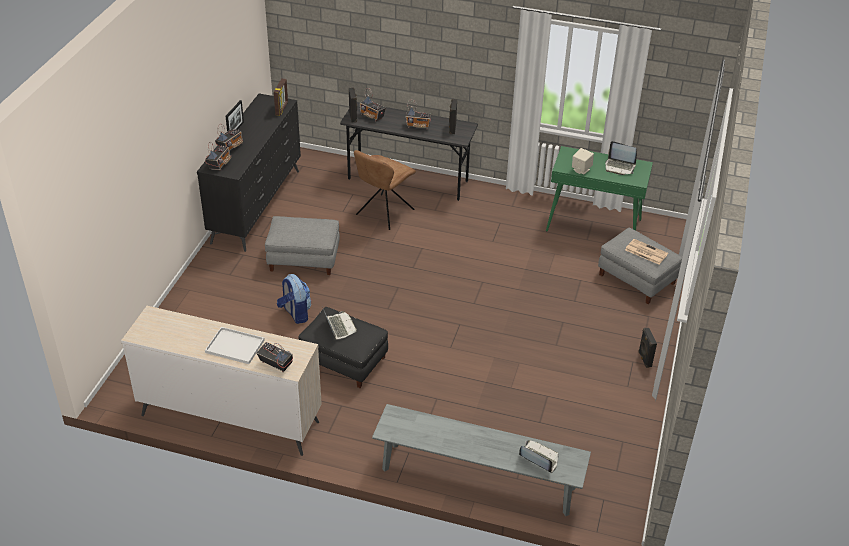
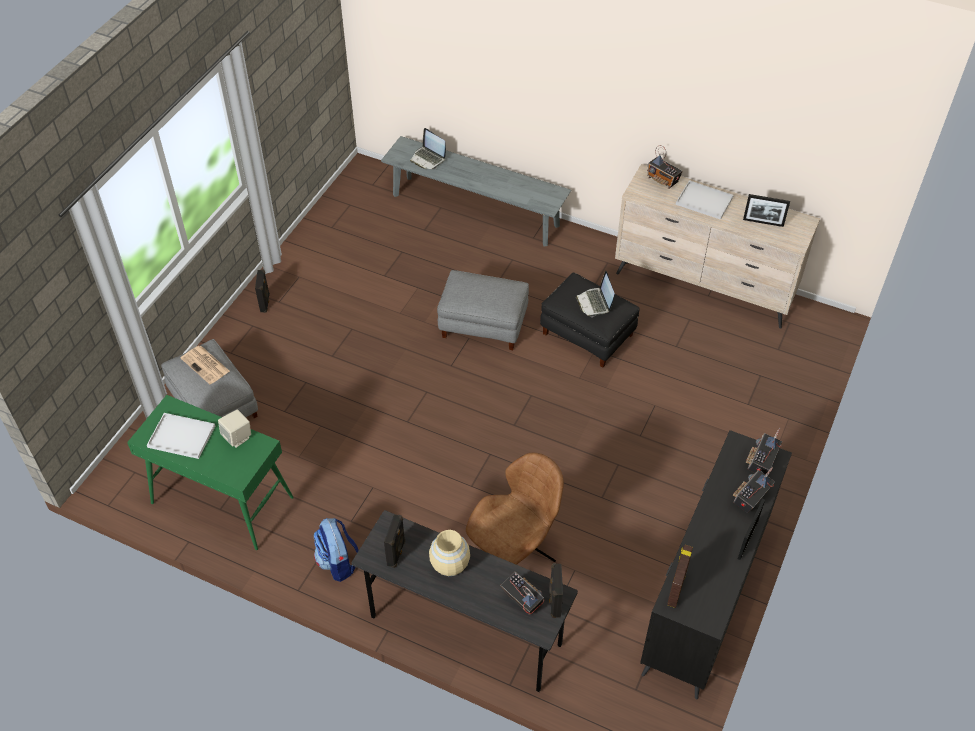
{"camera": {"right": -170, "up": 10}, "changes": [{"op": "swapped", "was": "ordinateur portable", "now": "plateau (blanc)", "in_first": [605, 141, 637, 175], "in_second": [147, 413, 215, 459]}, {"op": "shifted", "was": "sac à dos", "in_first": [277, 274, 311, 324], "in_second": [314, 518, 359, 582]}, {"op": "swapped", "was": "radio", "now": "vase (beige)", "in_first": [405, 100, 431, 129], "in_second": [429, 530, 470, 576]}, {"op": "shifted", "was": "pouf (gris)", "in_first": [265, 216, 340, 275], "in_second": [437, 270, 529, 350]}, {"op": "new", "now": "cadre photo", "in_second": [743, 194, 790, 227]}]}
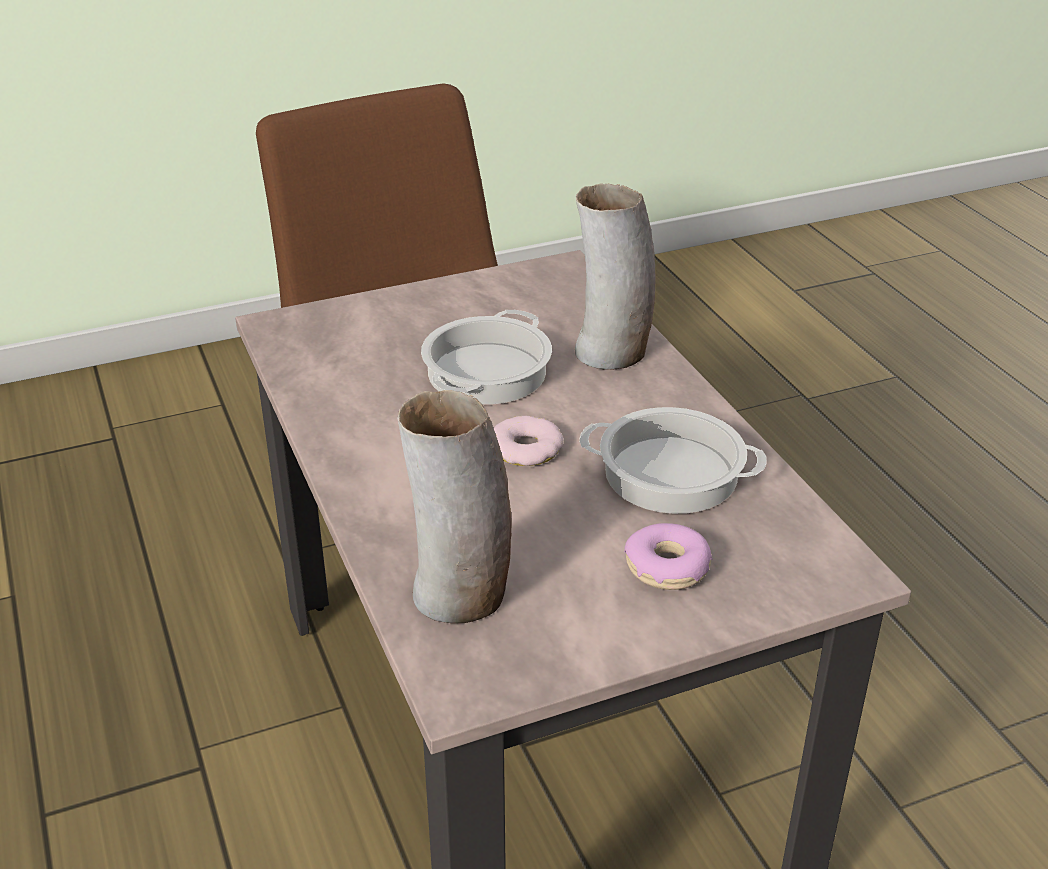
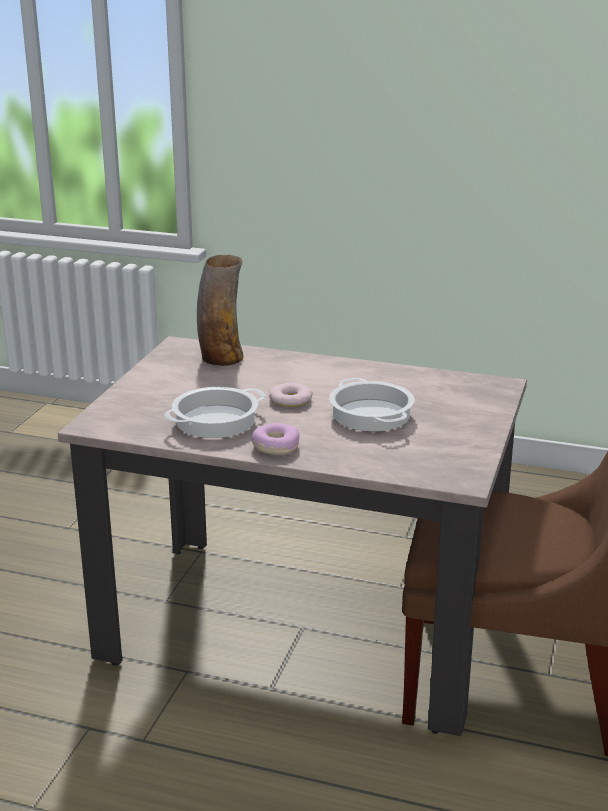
{"camera": {"right": 130, "up": -10}, "changes": [{"op": "shifted", "was": "beignet", "in_first": [624, 523, 712, 590], "in_second": [252, 423, 300, 455]}, {"op": "gone", "was": "vase", "in_first": [575, 183, 656, 370]}]}
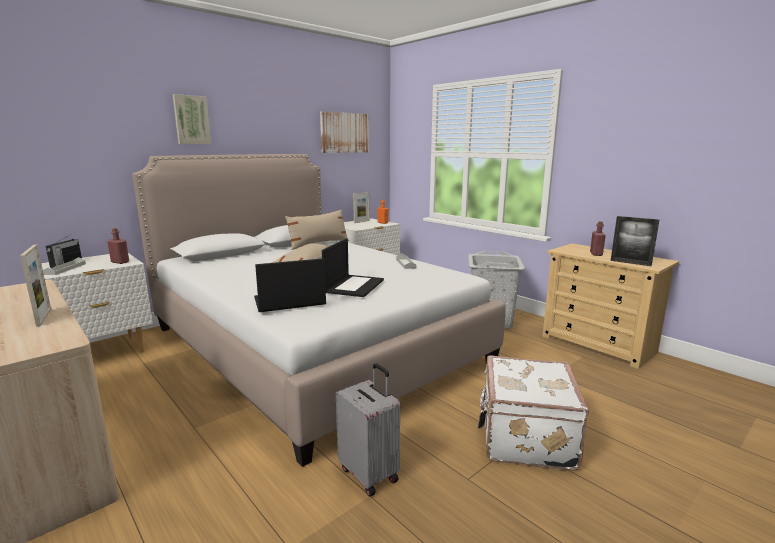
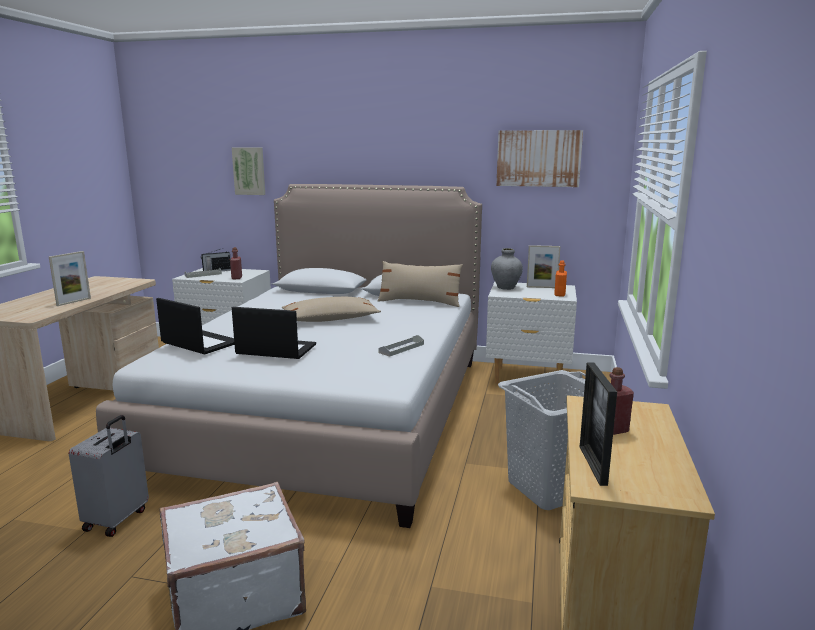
{"camera": {"right": 55, "up": 0}, "changes": [{"op": "shifted", "was": "tableau", "in_first": [173, 94, 211, 144], "in_second": [232, 148, 265, 195]}, {"op": "rotated", "was": "ordinateur portable", "in_first": [322, 238, 384, 297], "in_second": [232, 307, 316, 359], "clockwise": -150}, {"op": "new", "now": "vase (gris)", "in_second": [491, 248, 523, 290]}]}
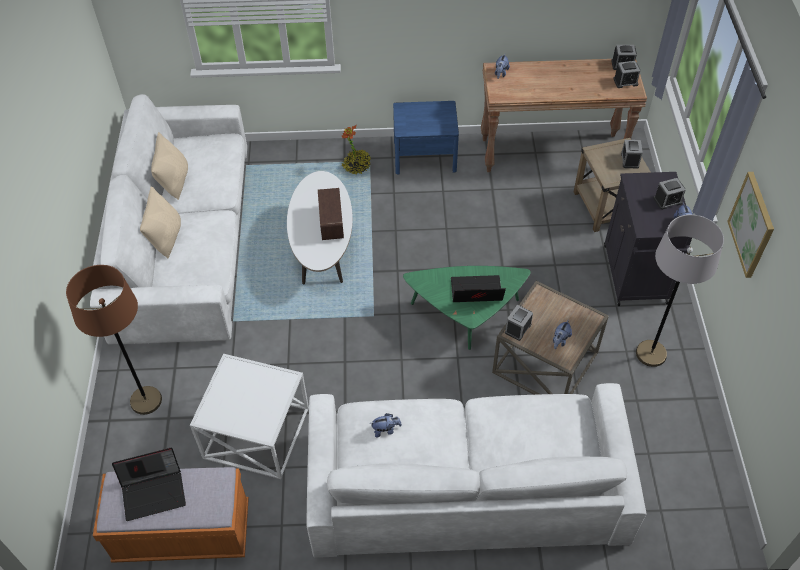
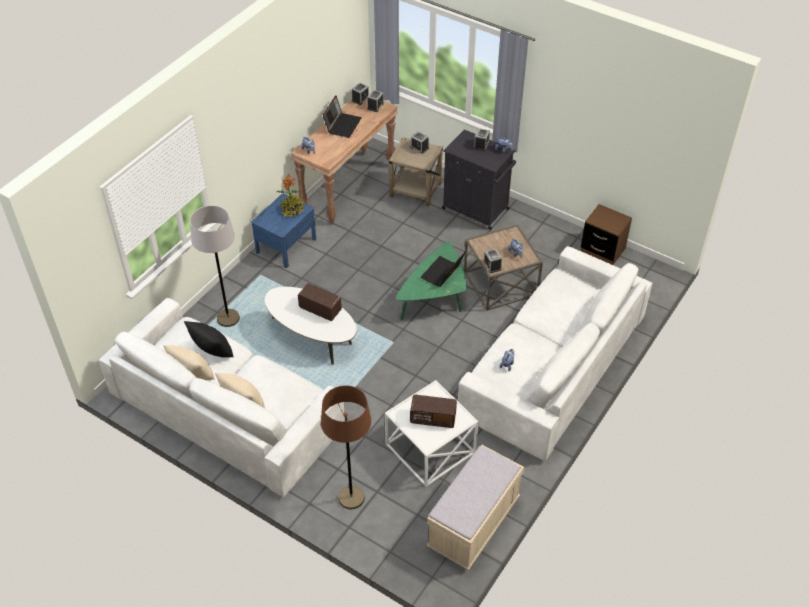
{"camera": {"right": -55, "up": -5}, "changes": [{"op": "new", "now": "coussin (noir)", "in_second": [184, 321, 234, 358]}, {"op": "shifted", "was": "lampadaire (gris)", "in_first": [636, 215, 724, 367], "in_second": [190, 205, 240, 327]}, {"op": "shifted", "was": "plante en pot", "in_first": [341, 125, 371, 174], "in_second": [277, 174, 304, 217]}, {"op": "shifted", "was": "ordinateur portable", "in_first": [112, 448, 186, 521], "in_second": [323, 96, 362, 138]}, {"op": "new", "now": "radio", "in_second": [410, 395, 457, 428]}, {"op": "repainted", "was": "banc (orange)", "now": "banc (beige)", "in_first": [93, 467, 249, 563], "in_second": [427, 445, 524, 570]}, {"op": "new", "now": "table de chevet (marron)", "in_second": [581, 204, 632, 265]}, {"op": "gone", "was": "tableau", "in_first": [727, 172, 774, 278]}]}
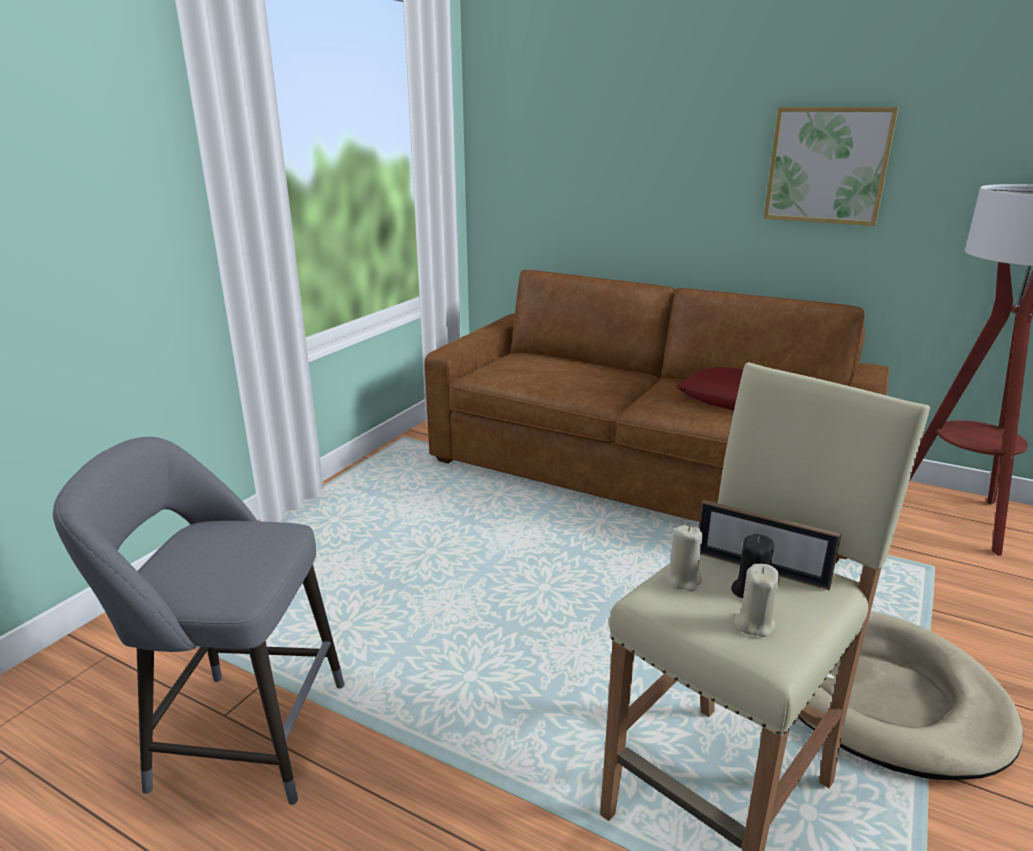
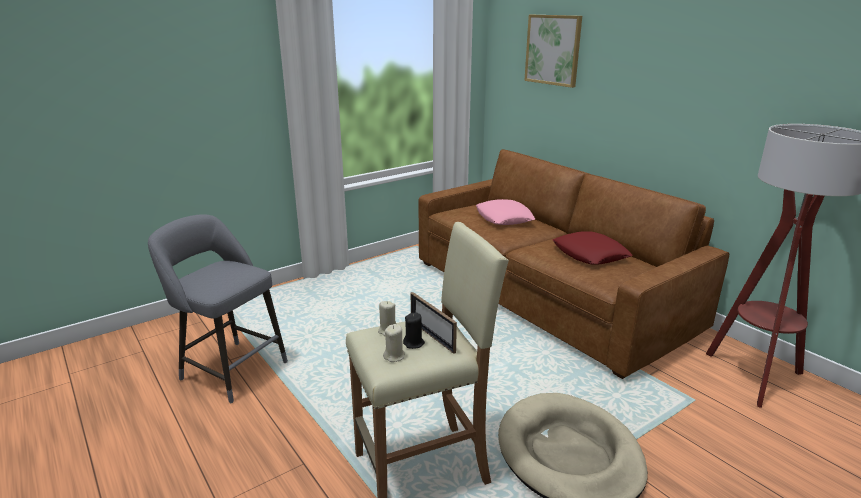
{"camera": {"right": 25, "up": 0}, "changes": [{"op": "new", "now": "coussin (rose)", "in_second": [476, 199, 535, 225]}, {"op": "shifted", "was": "tableau", "in_first": [763, 107, 899, 226], "in_second": [524, 15, 582, 88]}]}
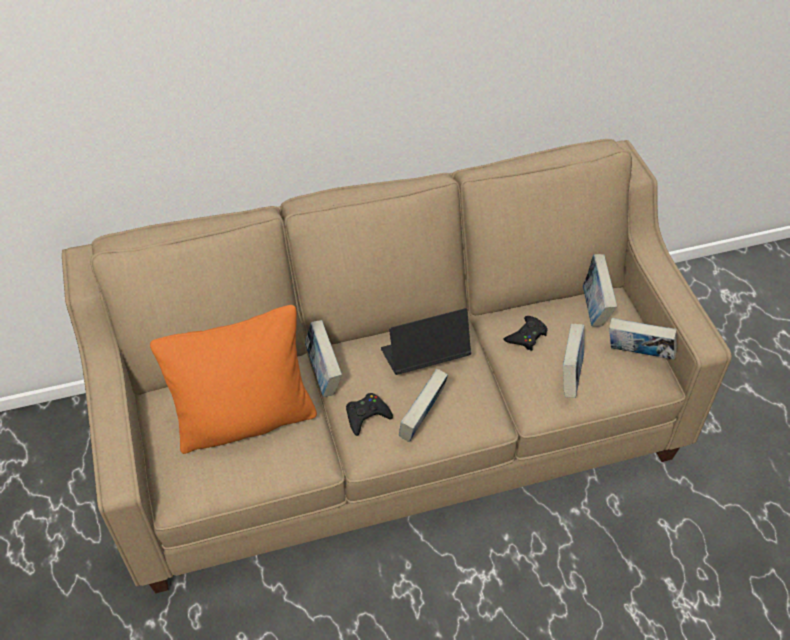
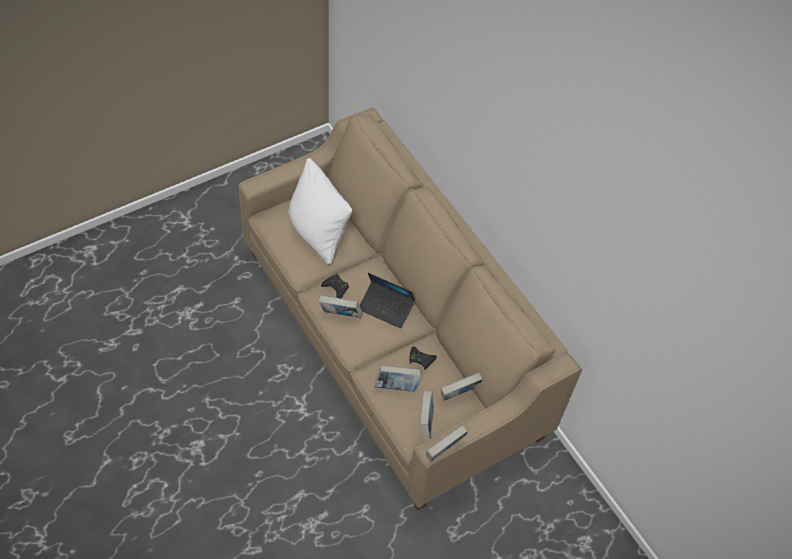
{"camera": {"right": 70, "up": 5}, "changes": [{"op": "repainted", "was": "coussin (orange)", "now": "coussin (blanc)", "in_first": [150, 305, 317, 454], "in_second": [288, 158, 352, 264]}, {"op": "rotated", "was": "ordinateur portable", "in_first": [381, 308, 471, 375], "in_second": [360, 273, 415, 329], "clockwise": 150}, {"op": "shifted", "was": "livre", "in_first": [305, 320, 342, 397], "in_second": [426, 425, 468, 461]}]}
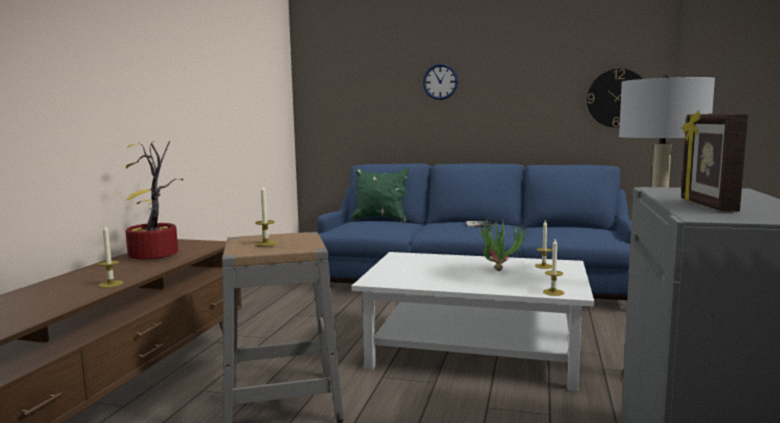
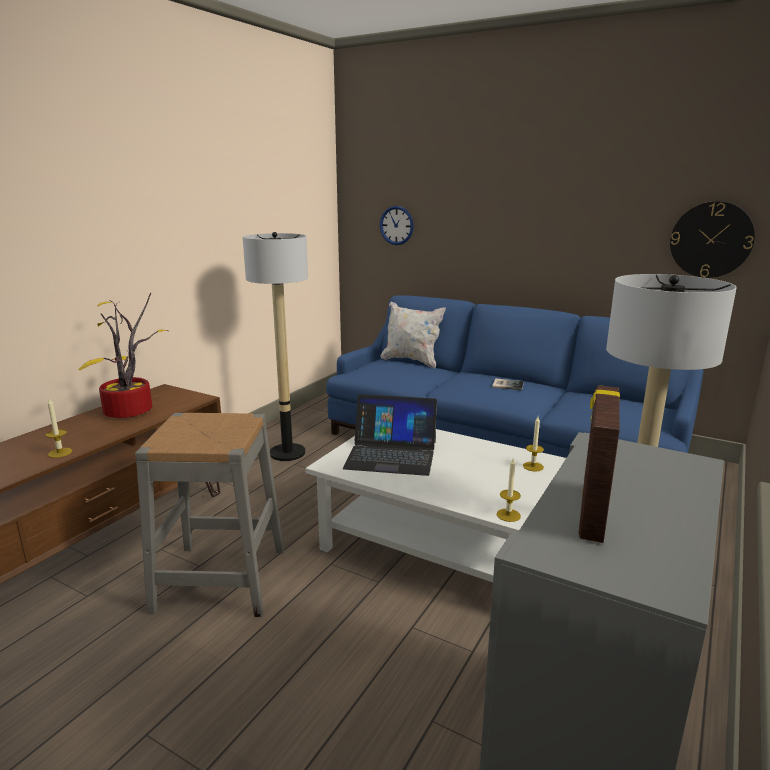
{"camera": {"right": 15, "up": 10}, "changes": [{"op": "new", "now": "lampadaire", "in_second": [243, 232, 308, 461]}, {"op": "new", "now": "ordinateur portable", "in_second": [343, 394, 437, 476]}, {"op": "shifted", "was": "horloge murale", "in_first": [423, 64, 458, 100], "in_second": [380, 206, 414, 245]}, {"op": "repainted", "was": "coussin (vert)", "now": "coussin (blanc)", "in_first": [351, 168, 409, 222], "in_second": [381, 302, 446, 368]}, {"op": "gone", "was": "bougie", "in_first": [255, 185, 277, 246]}, {"op": "gone", "was": "plante en pot", "in_first": [479, 220, 526, 271]}]}
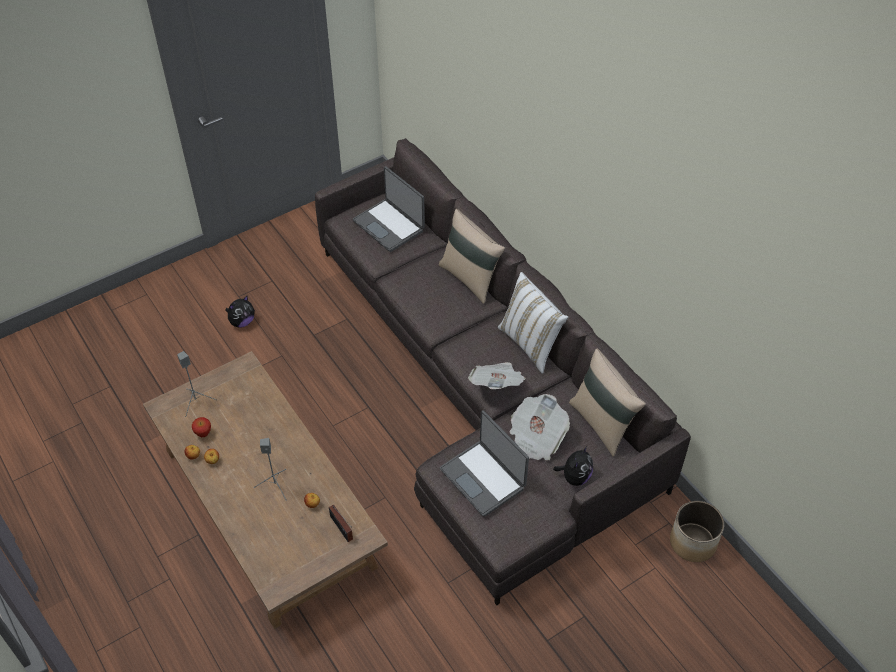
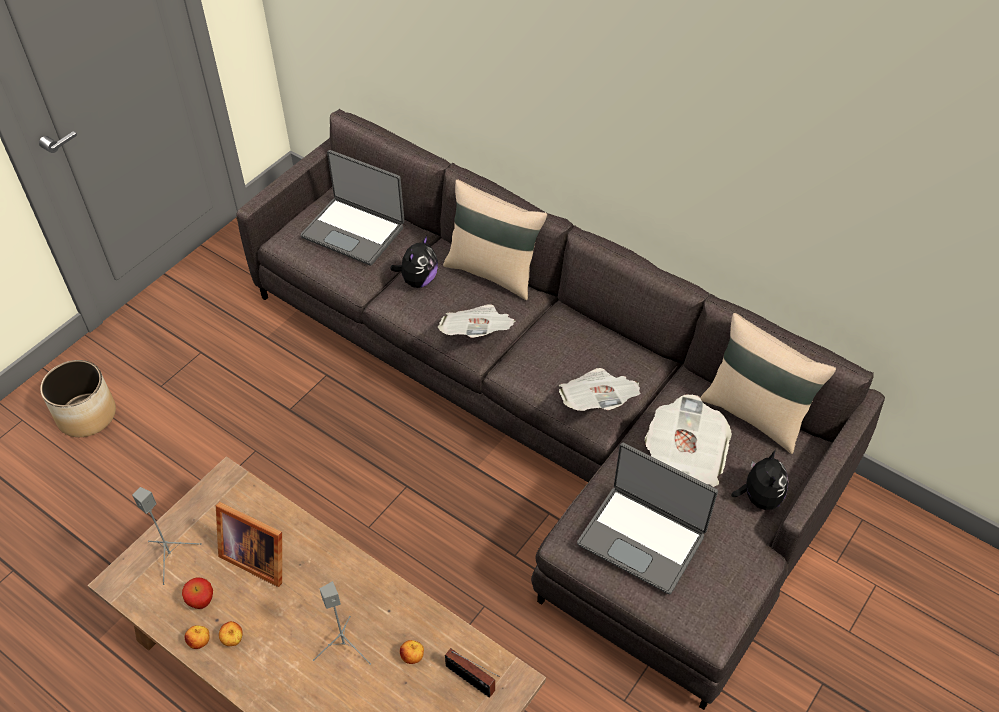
{"camera": {"right": -20, "up": 0}, "changes": [{"op": "shifted", "was": "cache-pot", "in_first": [670, 501, 724, 562], "in_second": [40, 360, 116, 437]}, {"op": "new", "now": "cadre photo", "in_second": [216, 502, 282, 587]}, {"op": "shifted", "was": "peluche", "in_first": [225, 296, 255, 328], "in_second": [390, 235, 438, 288]}, {"op": "new", "now": "journal", "in_second": [438, 304, 516, 338]}, {"op": "gone", "was": "coussin (blanc)", "in_first": [498, 272, 568, 374]}]}
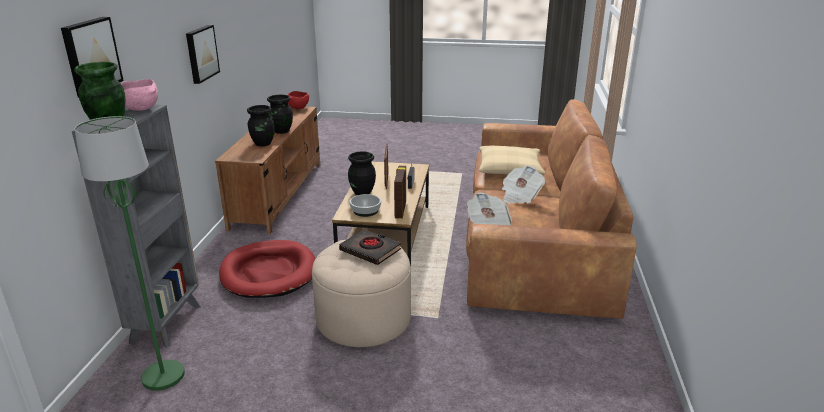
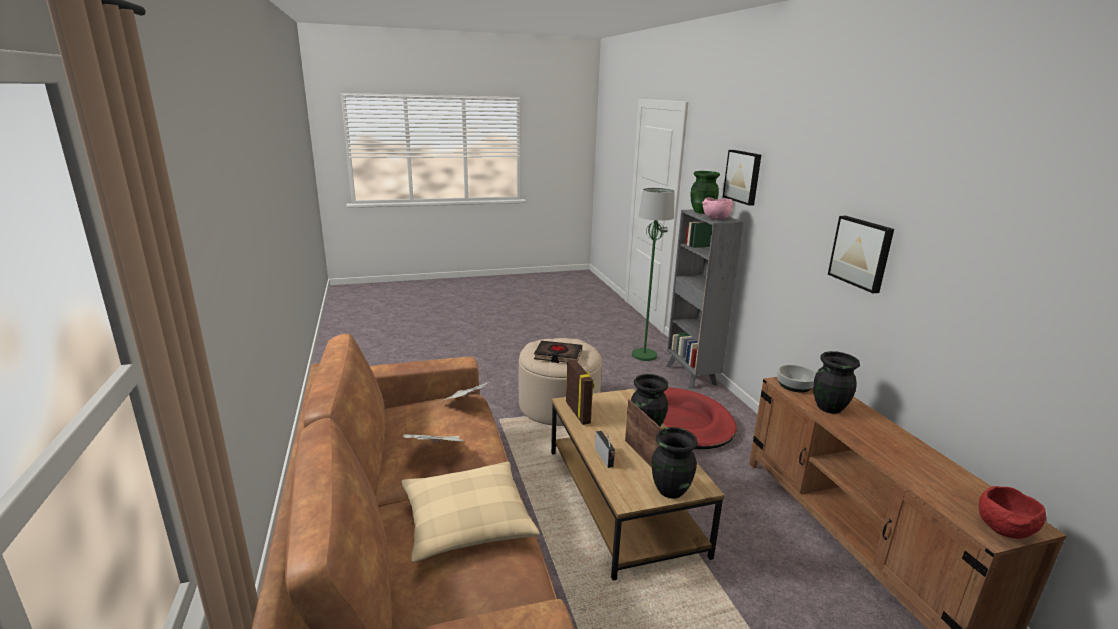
{"camera": {"right": 155, "up": -5}, "changes": [{"op": "shifted", "was": "vase (noir)", "in_first": [267, 94, 293, 134], "in_second": [652, 427, 698, 499]}, {"op": "shifted", "was": "bol", "in_first": [350, 194, 381, 217], "in_second": [777, 364, 816, 393]}]}
